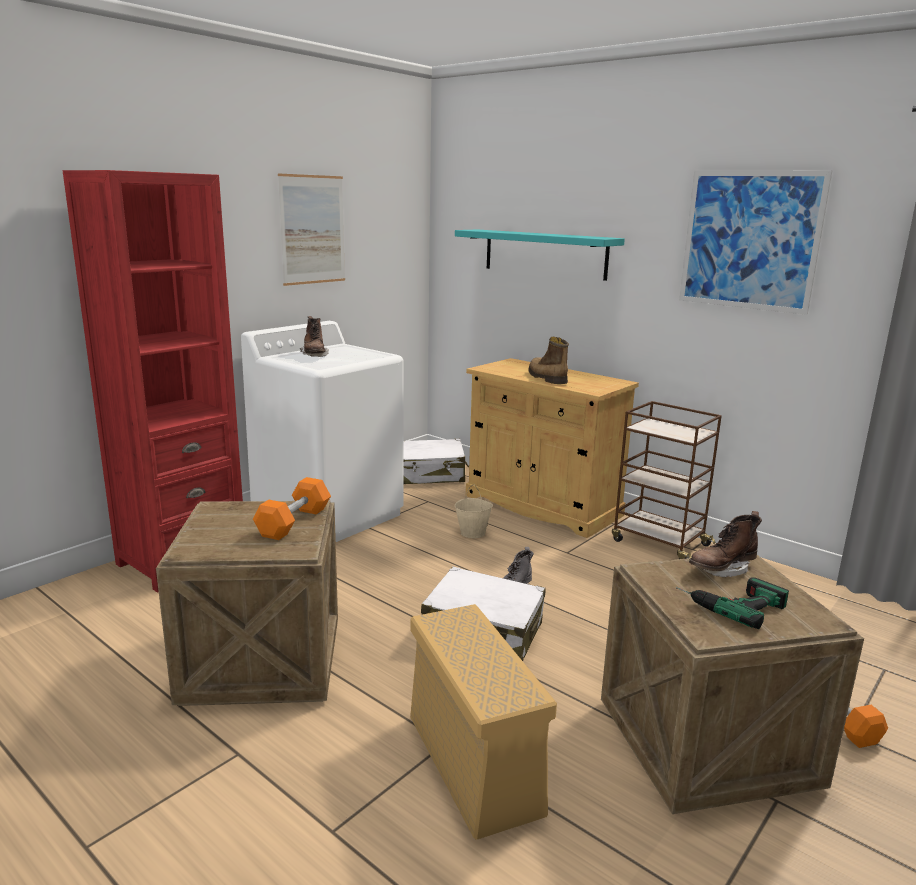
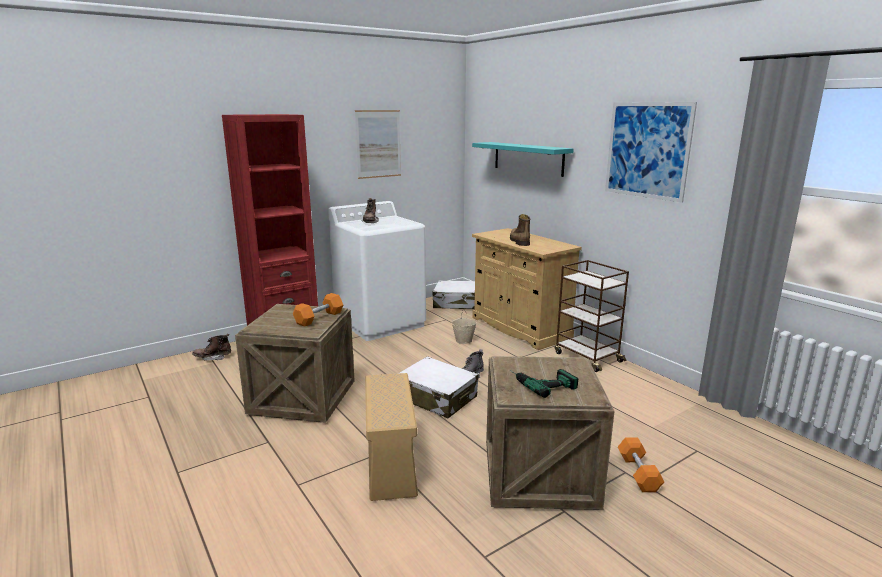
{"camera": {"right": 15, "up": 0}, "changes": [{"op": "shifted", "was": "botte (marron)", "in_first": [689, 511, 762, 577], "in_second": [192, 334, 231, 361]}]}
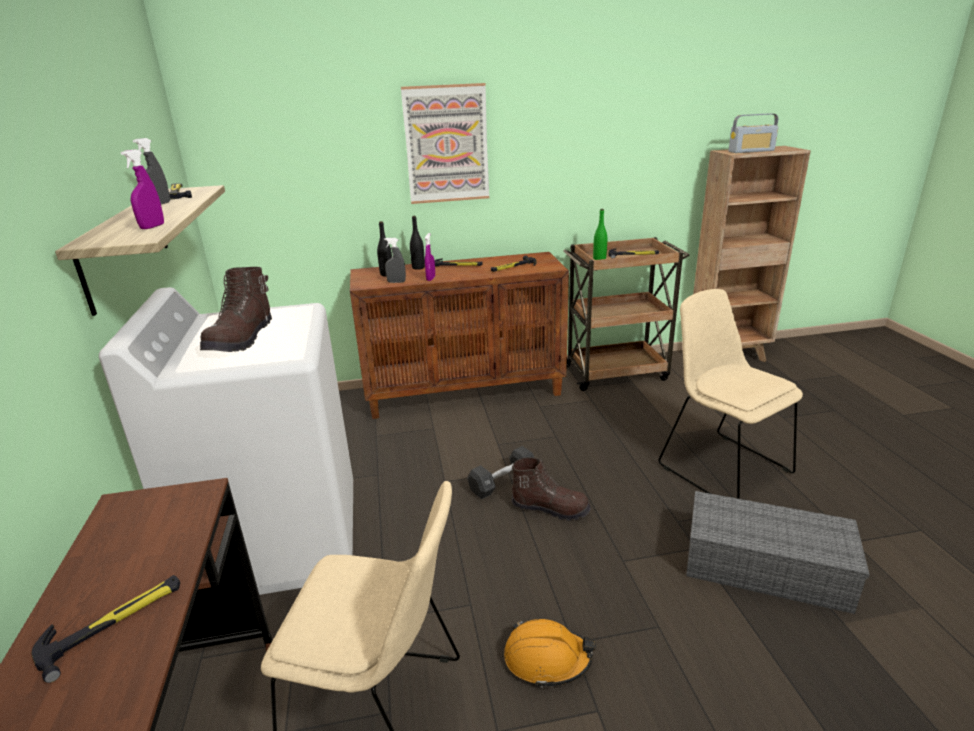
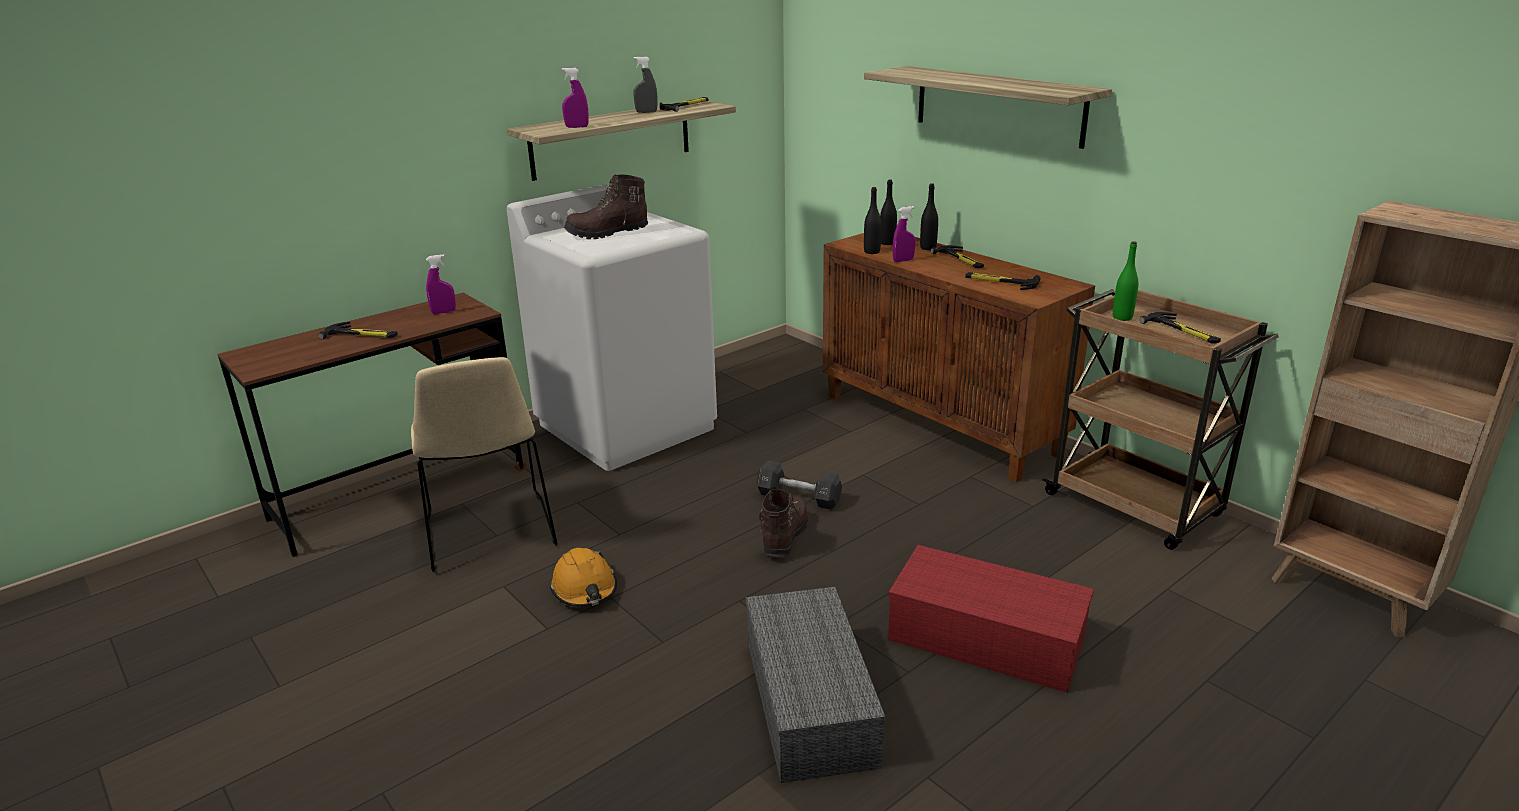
{"camera": {"right": 60, "up": 0}, "changes": [{"op": "new", "now": "vaporisateur (violet)", "in_second": [426, 254, 456, 314]}, {"op": "rotated", "was": "botte (marron)", "in_first": [512, 458, 591, 521], "in_second": [759, 489, 808, 557], "clockwise": -150}, {"op": "swapped", "was": "tableau", "now": "étagère", "in_first": [401, 83, 489, 204], "in_second": [864, 66, 1112, 149]}, {"op": "swapped", "was": "vaporisateur (gris)", "now": "bouteille (noir)", "in_first": [384, 238, 406, 283], "in_second": [864, 187, 882, 254]}, {"op": "swapped", "was": "chaise (beige)", "now": "boîte de rangement (rouge)", "in_first": [658, 289, 803, 499], "in_second": [888, 545, 1094, 693]}, {"op": "gone", "was": "radio", "in_first": [729, 113, 779, 153]}]}
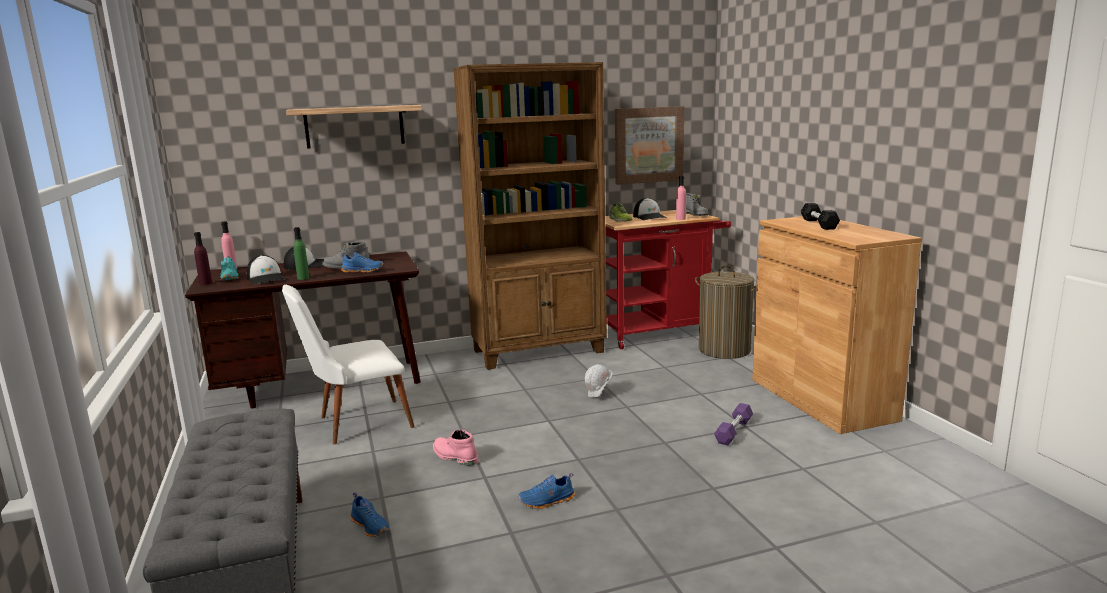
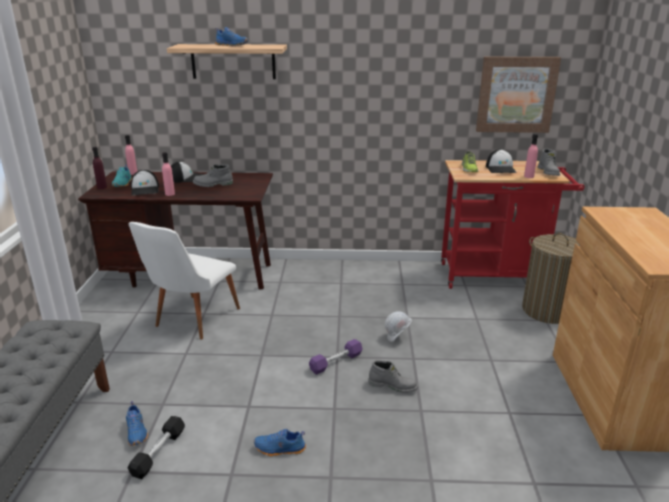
{"camera": {"right": 20, "up": 10}, "changes": [{"op": "shifted", "was": "haltère (noir)", "in_first": [801, 203, 840, 230], "in_second": [128, 416, 185, 479]}, {"op": "rotated", "was": "chaise (blanc)", "in_first": [282, 285, 415, 444], "in_second": [129, 222, 240, 339], "clockwise": -60}, {"op": "repainted", "was": "bouteille (vert)", "now": "bouteille (rose)", "in_first": [293, 227, 309, 280], "in_second": [162, 152, 175, 196]}, {"op": "shifted", "was": "chaussure (bleu)", "in_first": [340, 252, 384, 273], "in_second": [215, 27, 248, 46]}, {"op": "shifted", "was": "haltère (violet)", "in_first": [714, 403, 753, 445], "in_second": [309, 339, 363, 375]}, {"op": "new", "now": "botte (gris)", "in_second": [368, 360, 418, 393]}, {"op": "gone", "was": "botte (rose)", "in_first": [433, 430, 478, 466]}, {"op": "gone", "was": "bibliothèque (marron)", "in_first": [453, 62, 607, 370]}]}
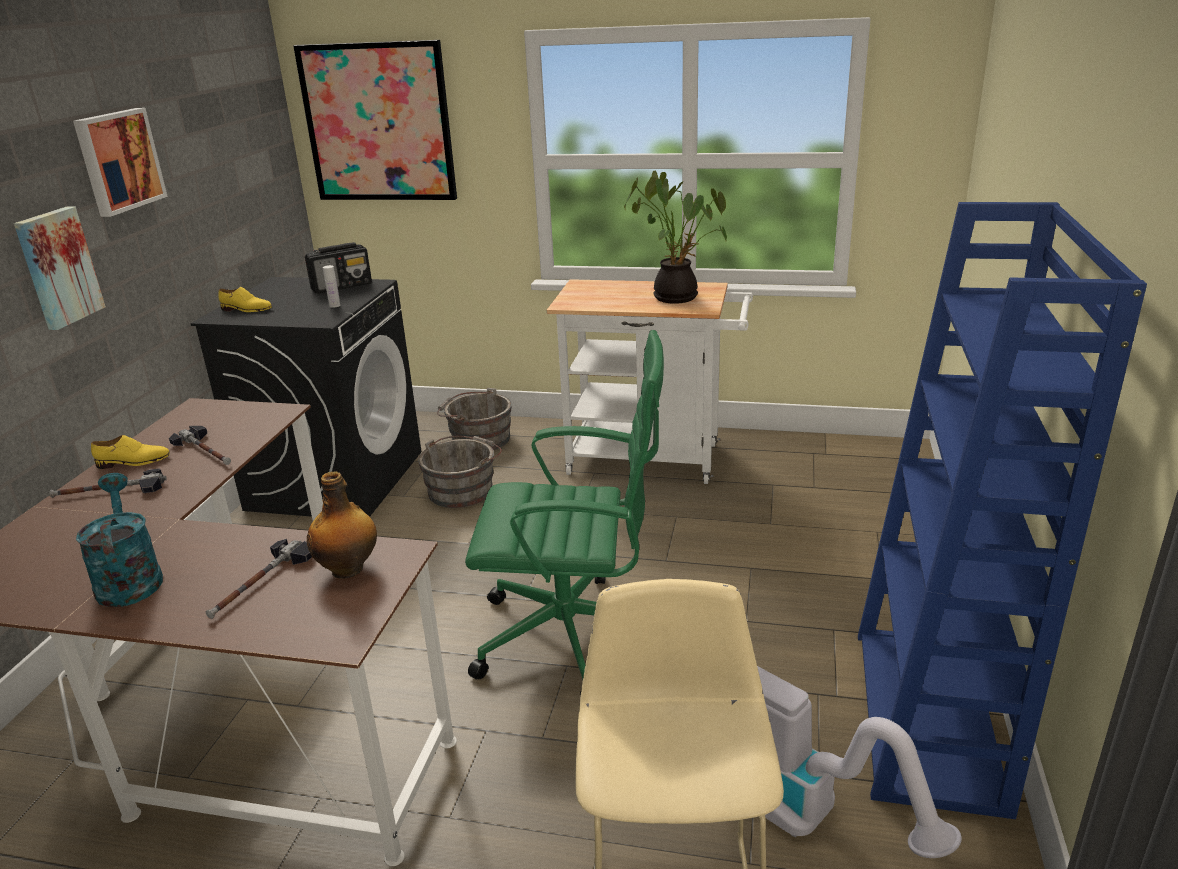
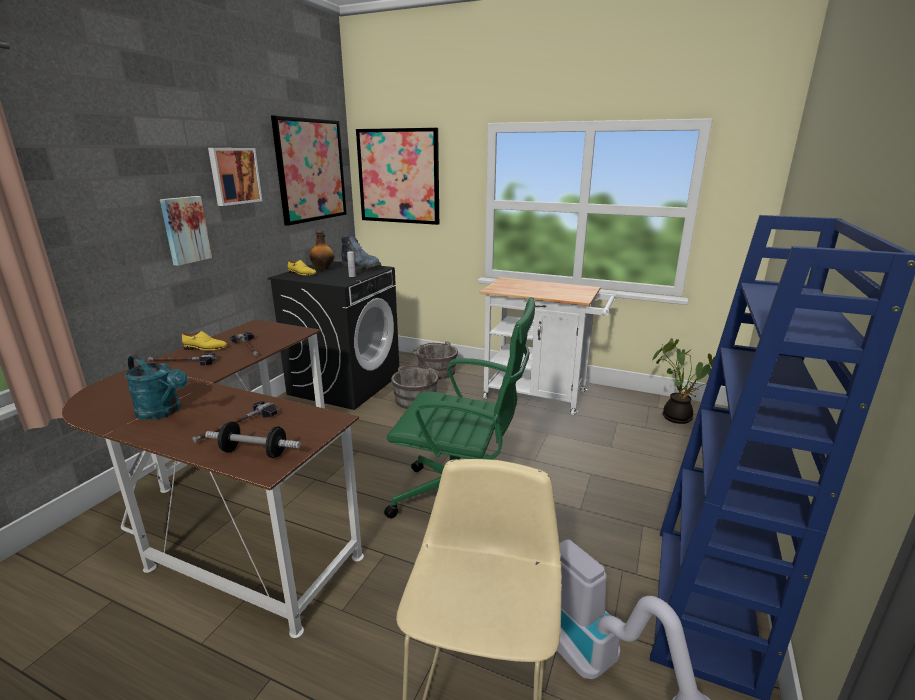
{"camera": {"right": 10, "up": -5}, "changes": [{"op": "rotated", "was": "arrosoir (turquoise)", "in_first": [76, 473, 163, 607], "in_second": [125, 355, 188, 420], "clockwise": 135}, {"op": "new", "now": "haltère", "in_second": [205, 422, 301, 458]}, {"op": "new", "now": "tableau", "in_second": [271, 116, 347, 226]}, {"op": "shifted", "was": "bouteille", "in_first": [307, 471, 377, 579], "in_second": [309, 230, 334, 271]}, {"op": "swapped", "was": "radio", "now": "botte", "in_first": [305, 242, 372, 294], "in_second": [341, 236, 381, 270]}, {"op": "shifted", "was": "plante en pot", "in_first": [624, 171, 727, 304], "in_second": [652, 338, 715, 424]}]}
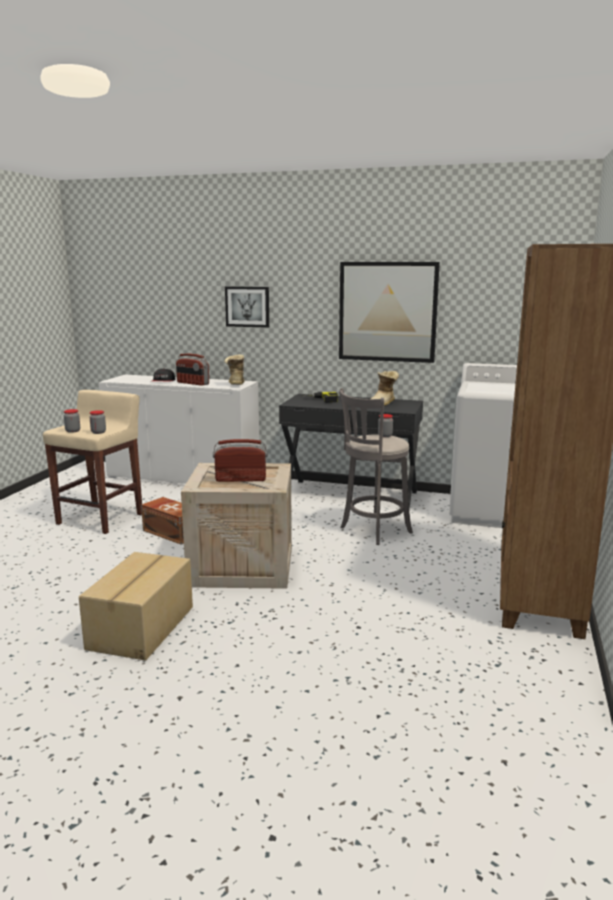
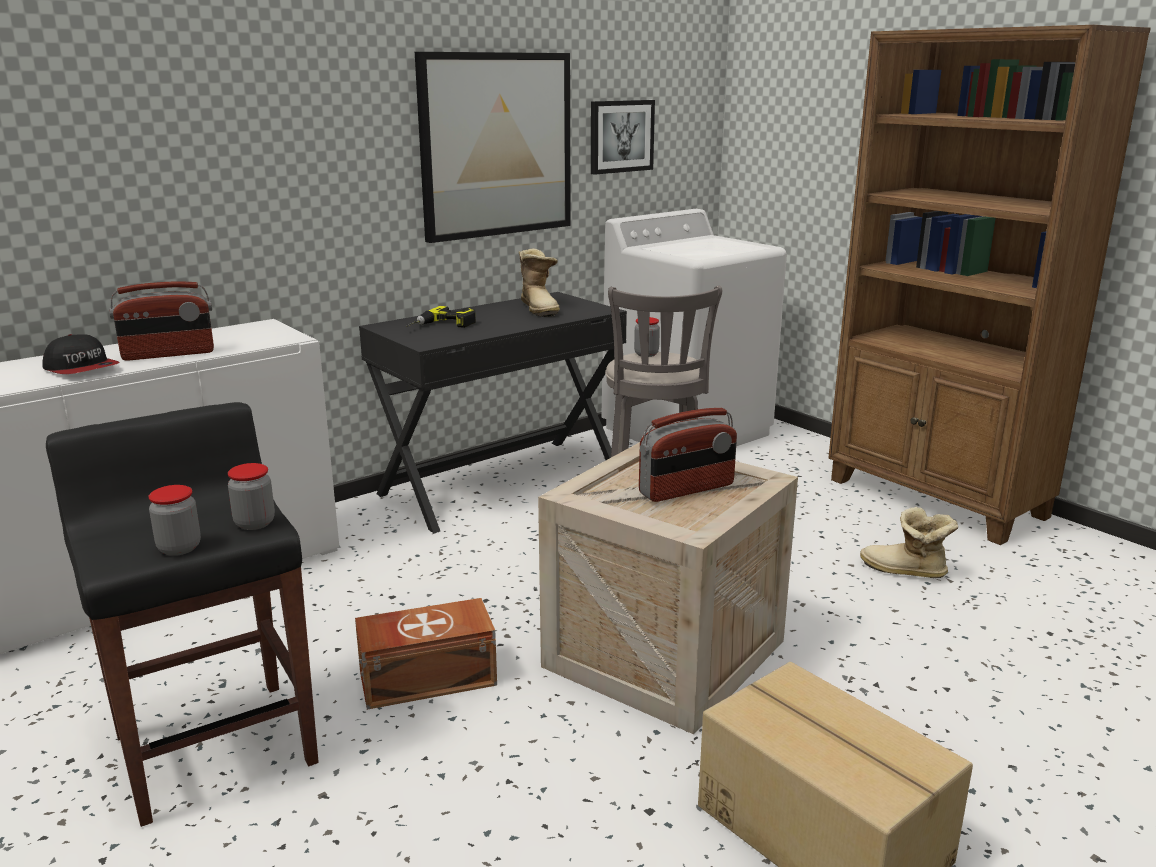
{"camera": {"right": -55, "up": 5}, "changes": [{"op": "repainted", "was": "tabouret (beige)", "now": "tabouret (noir)", "in_first": [43, 390, 142, 534], "in_second": [46, 402, 319, 827]}, {"op": "shifted", "was": "tableau", "in_first": [225, 286, 269, 328], "in_second": [591, 100, 655, 175]}, {"op": "rotated", "was": "radio", "in_first": [213, 439, 267, 482], "in_second": [639, 408, 737, 502], "clockwise": -150}, {"op": "shifted", "was": "botte", "in_first": [224, 354, 244, 385], "in_second": [860, 507, 958, 578]}]}
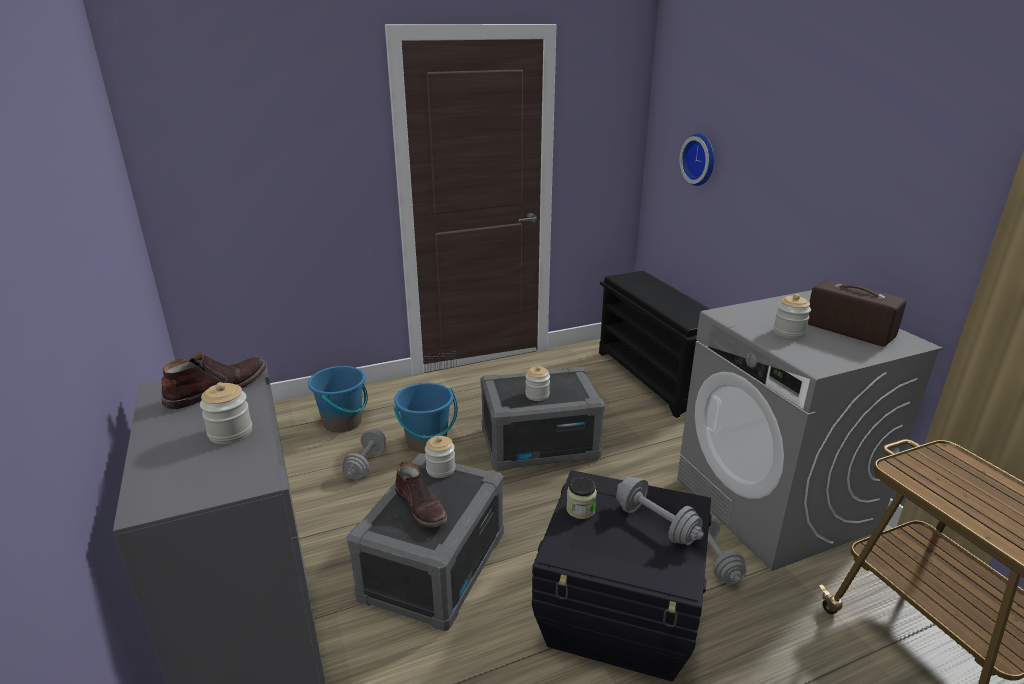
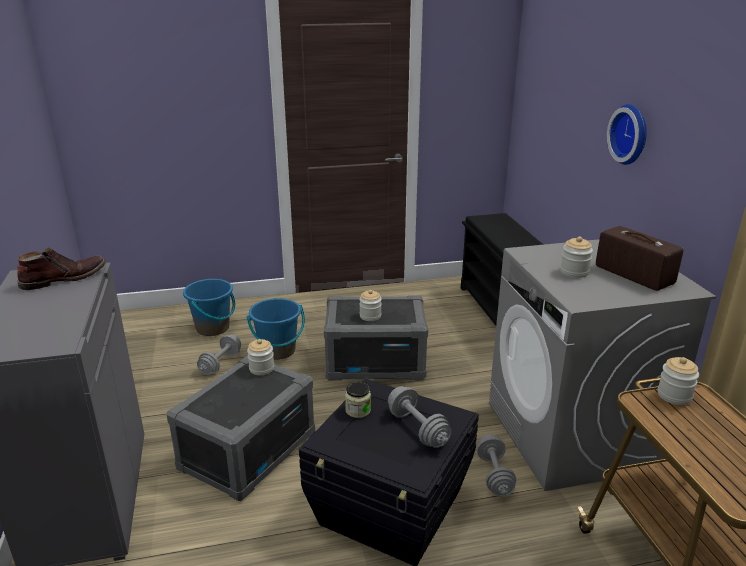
{"camera": {"right": 10, "up": 0}, "changes": [{"op": "shifted", "was": "horloge murale", "in_first": [679, 134, 715, 186], "in_second": [607, 104, 647, 165]}, {"op": "shifted", "was": "bocal", "in_first": [200, 382, 252, 444], "in_second": [658, 357, 699, 405]}, {"op": "gone", "was": "botte (marron)", "in_first": [395, 462, 447, 528]}]}
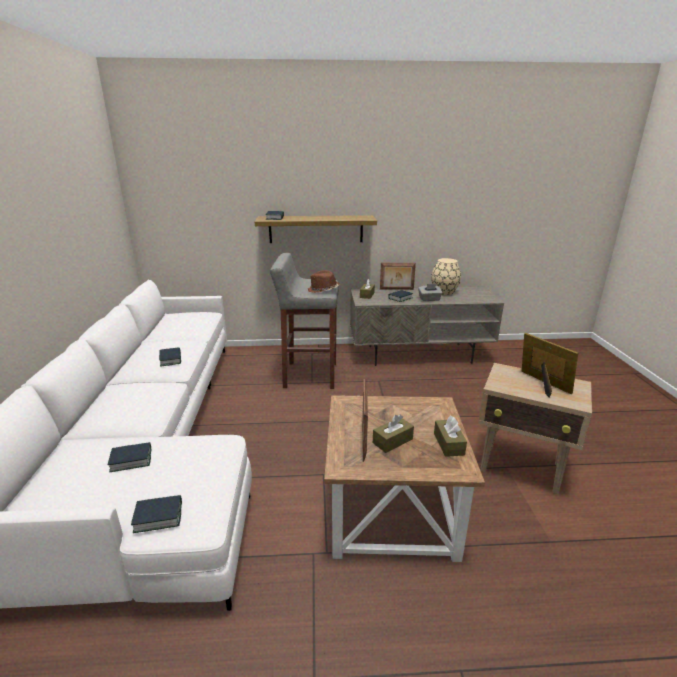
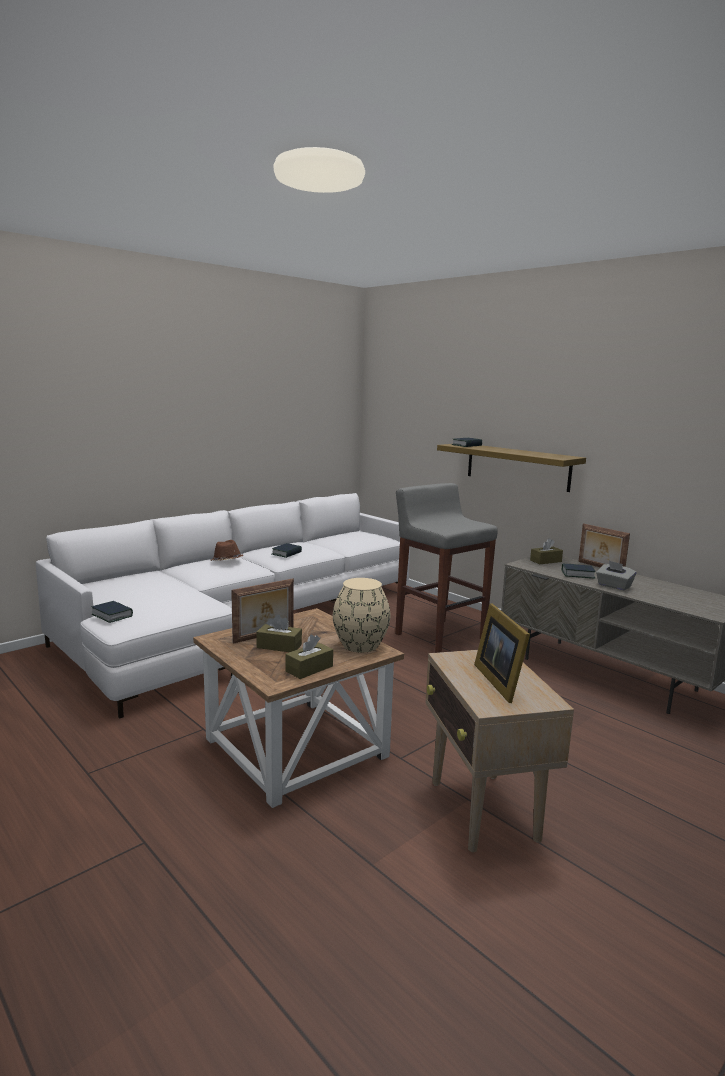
{"camera": {"right": 50, "up": -10}, "changes": [{"op": "shifted", "was": "chapeau (marron)", "in_first": [308, 270, 340, 293], "in_second": [211, 540, 243, 561]}, {"op": "shifted", "was": "vase (beige)", "in_first": [431, 258, 461, 295], "in_second": [333, 578, 390, 653]}, {"op": "rotated", "was": "cadre photo", "in_first": [522, 333, 578, 398], "in_second": [474, 603, 530, 703], "clockwise": 150}, {"op": "gone", "was": "livre", "in_first": [108, 442, 151, 472]}]}
